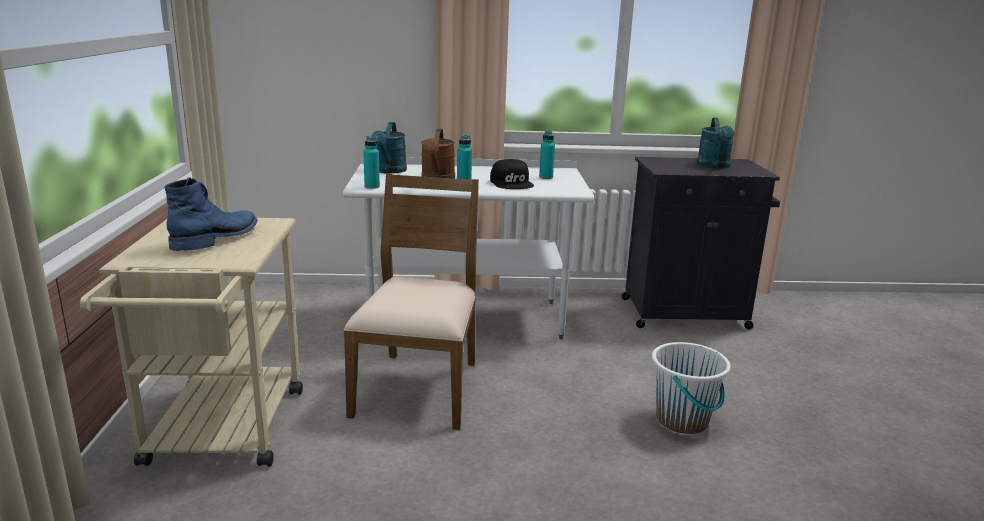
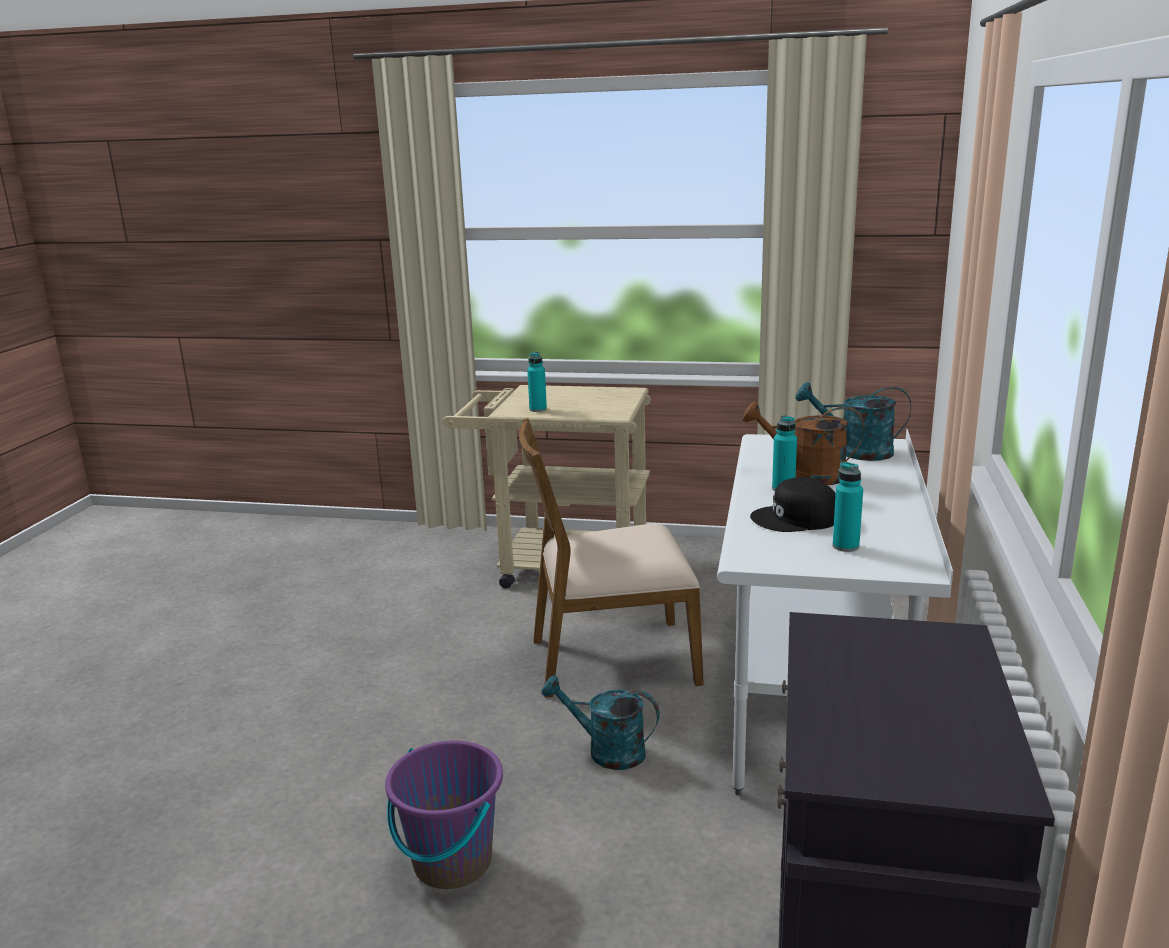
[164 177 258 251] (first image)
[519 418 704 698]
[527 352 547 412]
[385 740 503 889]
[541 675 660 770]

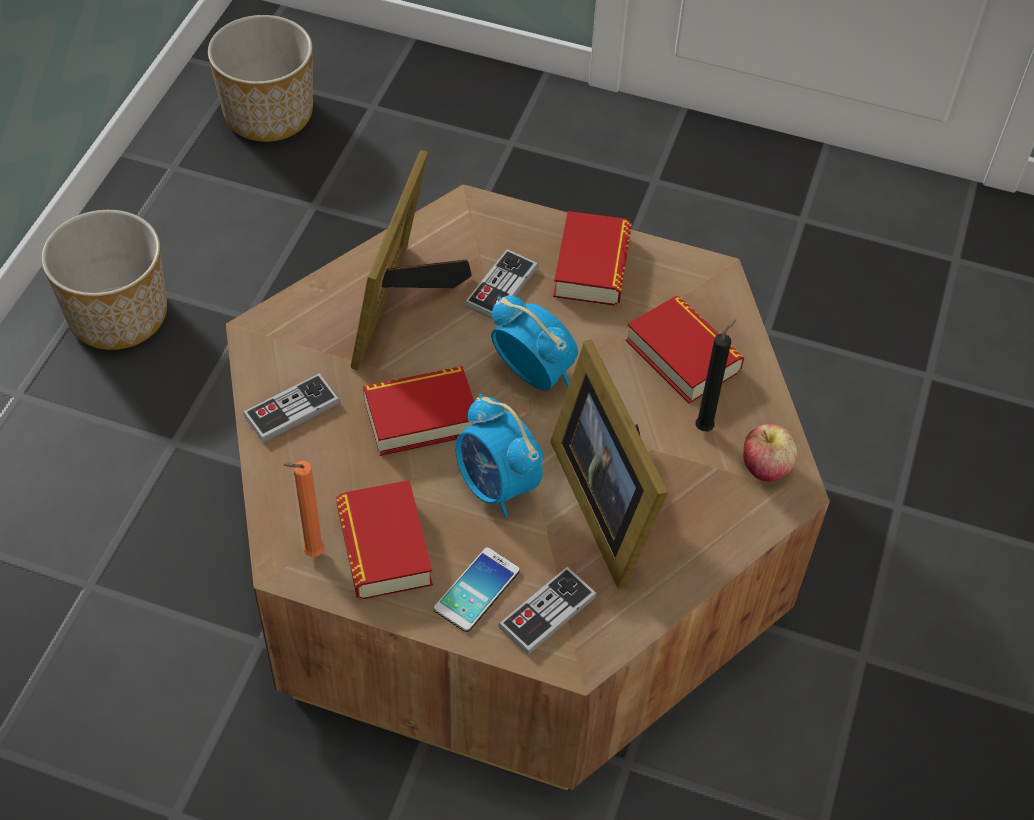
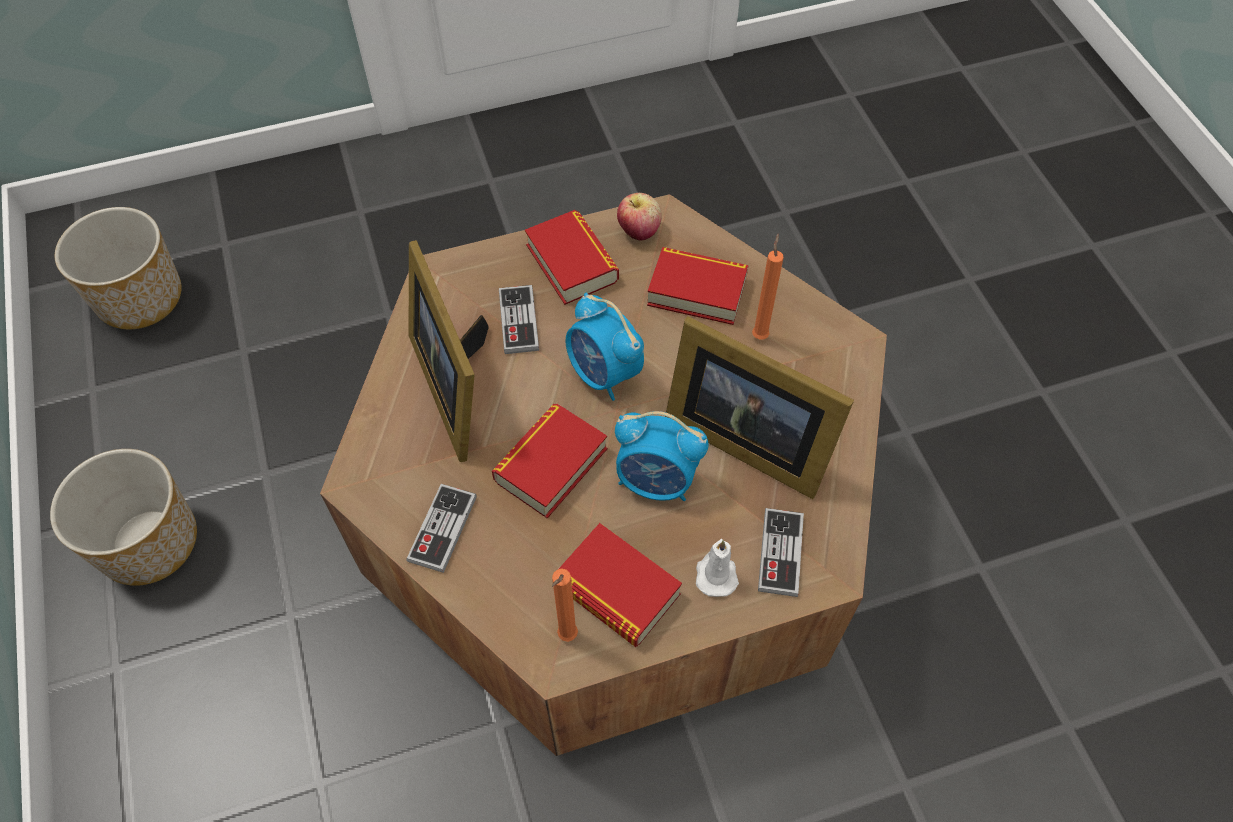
[696 539 739 597]
[565 293 644 401]
[752 234 784 340]
[617 193 662 241]

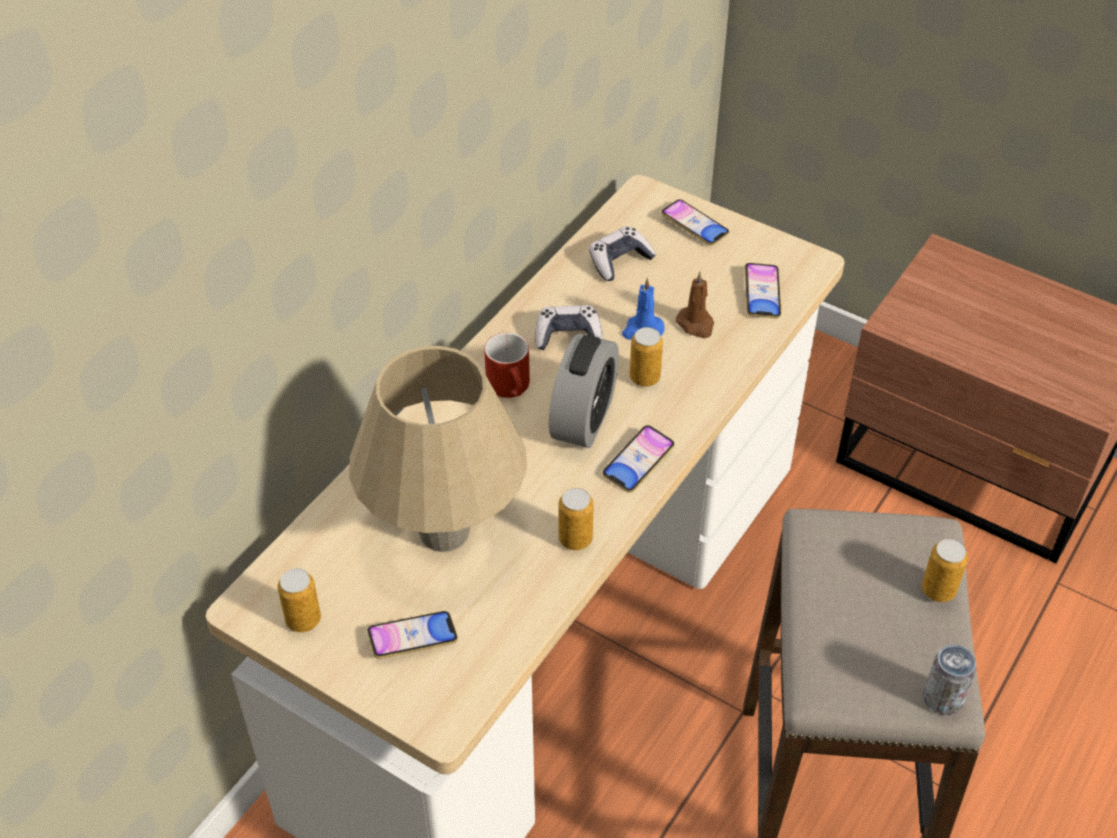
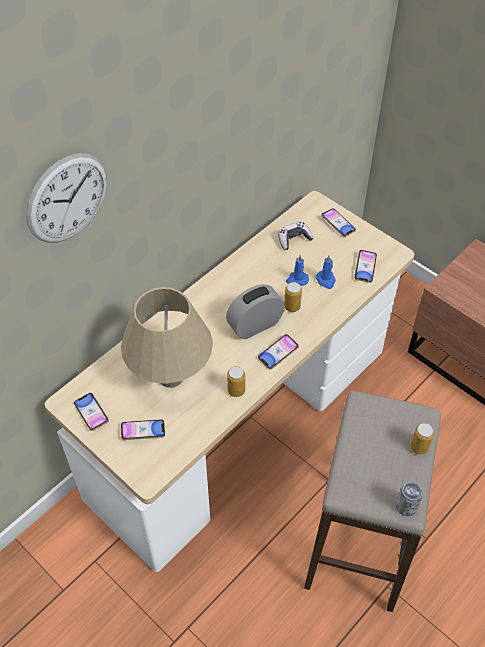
[74 393 109 431]
[484 332 530 398] (first image)
[535 305 603 350] (first image)
[226 284 285 339]
[315 255 336 289]
[26 153 107 243]

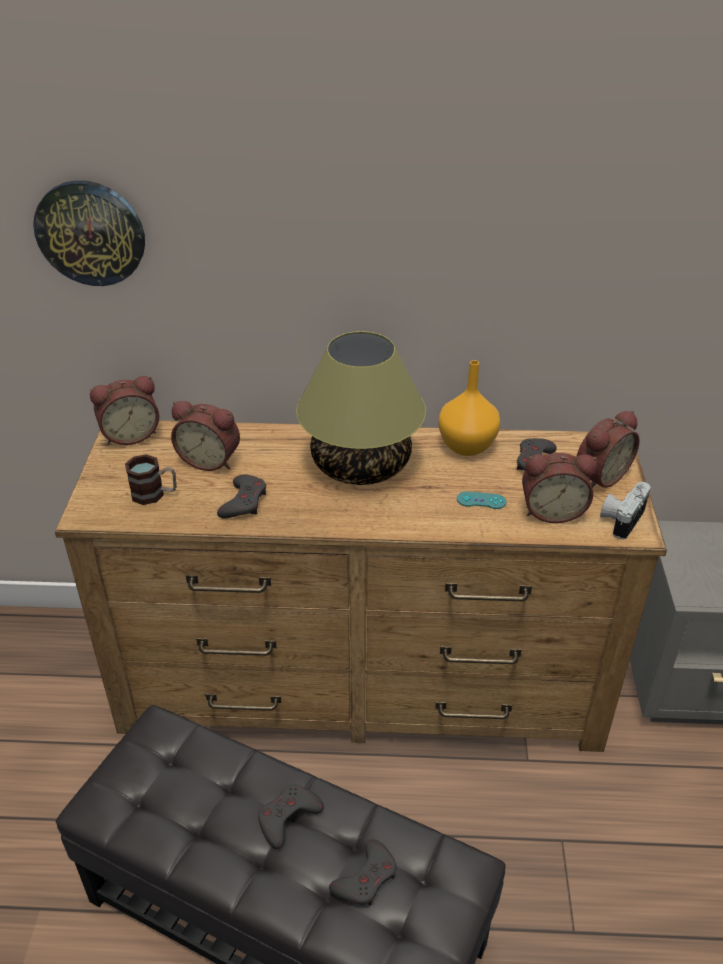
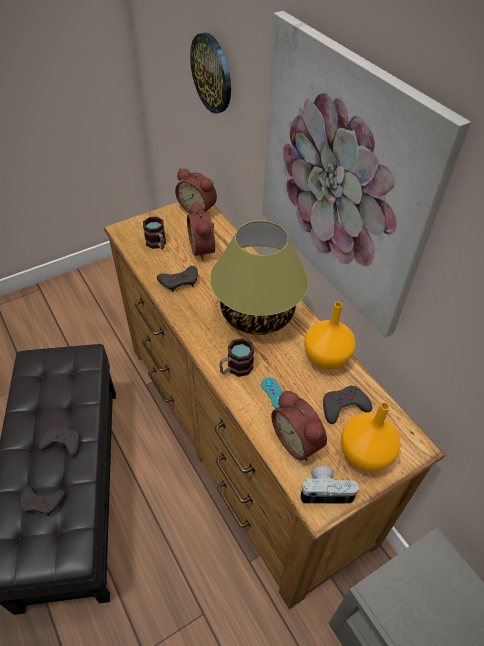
[341 402 401 472]
[219 338 254 377]
[262 11 471 338]

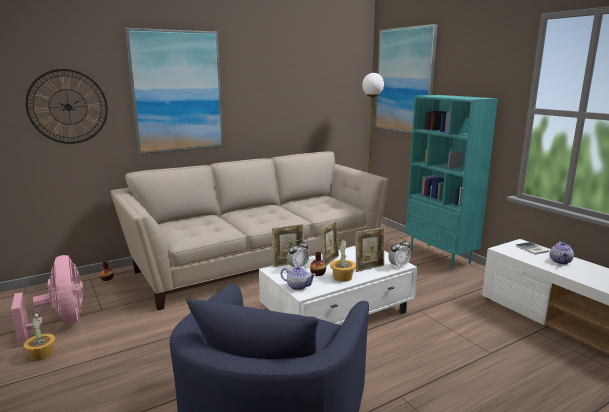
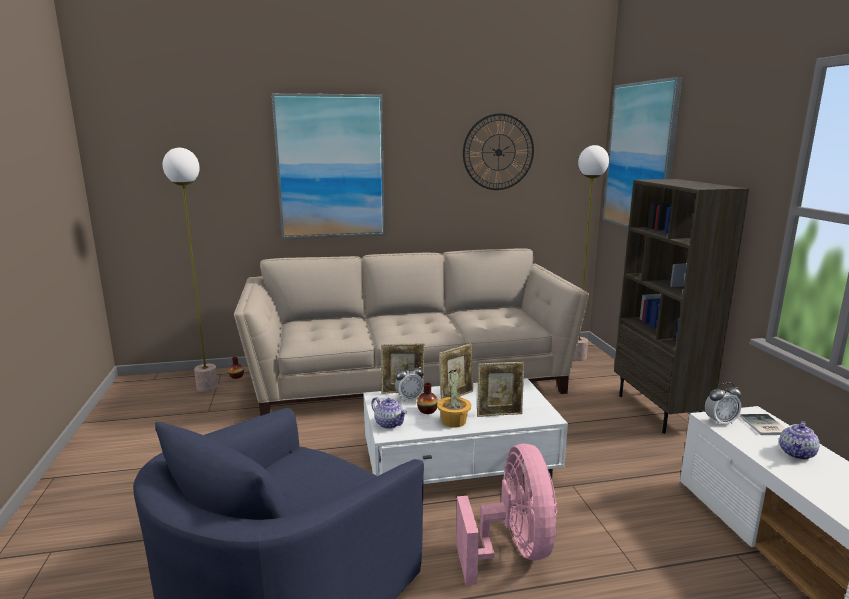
[456 444 557 585]
[23 312 56 361] (first image)
[463 113 534 190]
[705 382 742 426]
[614 179 749 434]
[163 148 218 392]

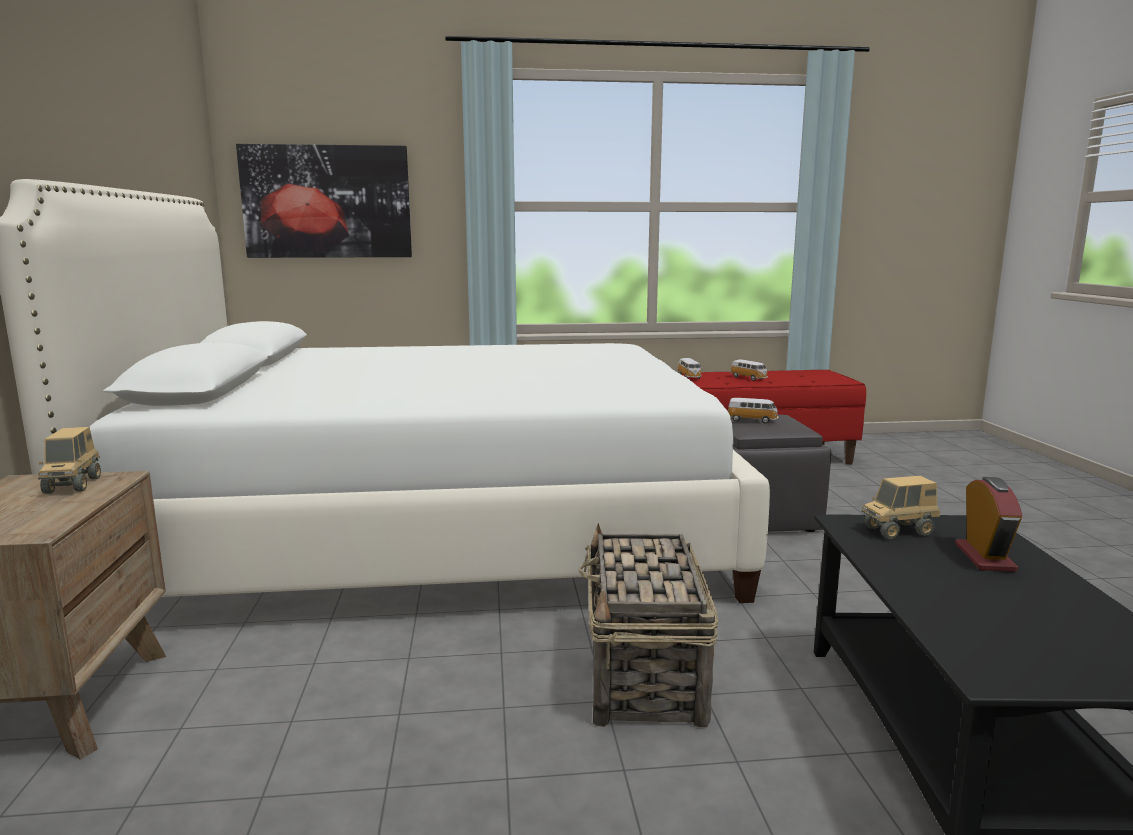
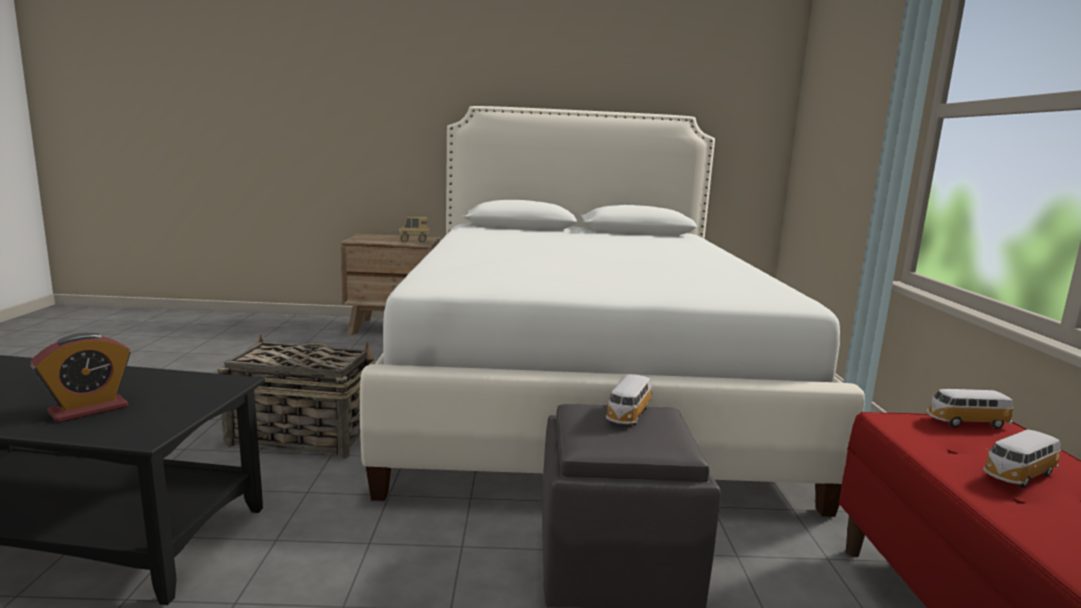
[236 144 412 258] (first image)
[861 476 940 539] (first image)
[30 333 131 423]

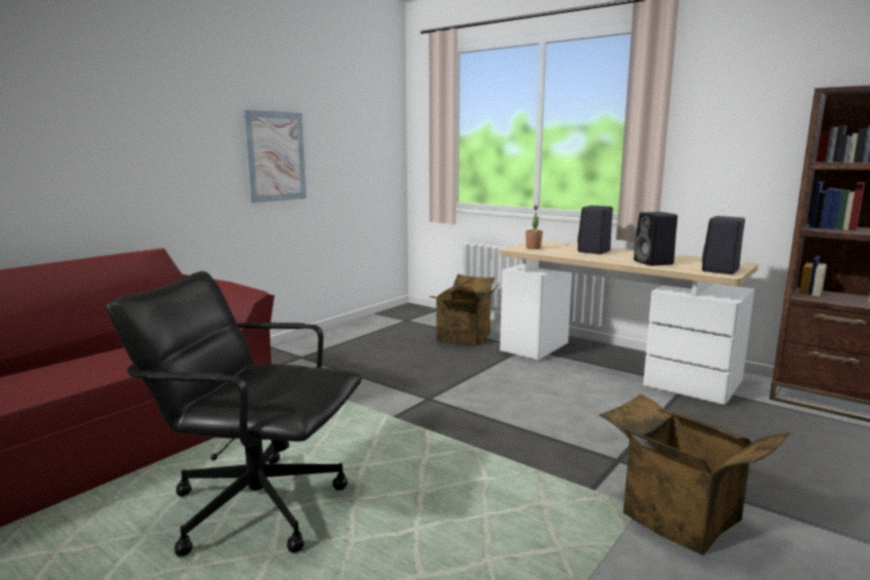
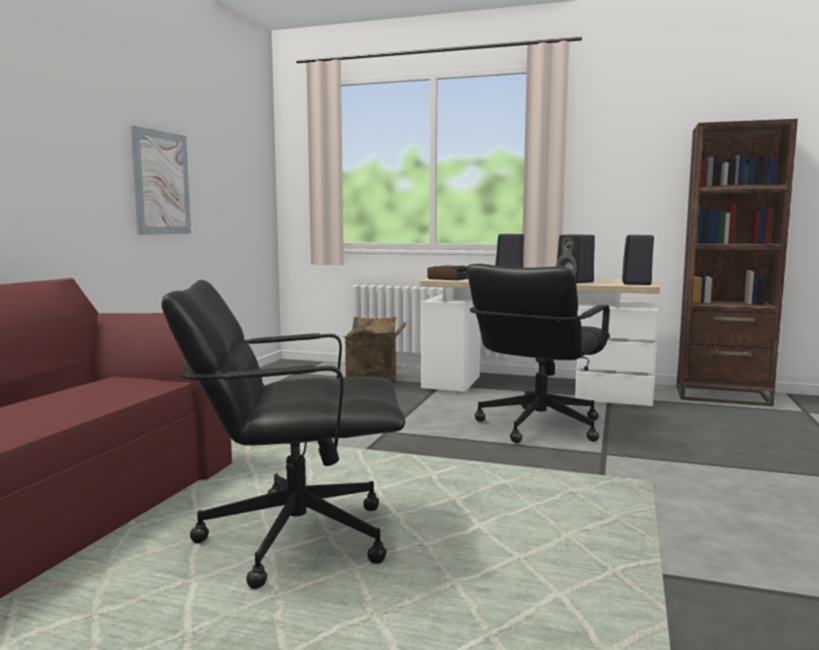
[428 265 468 280]
[599 394 790 555] (first image)
[467 264 610 443]

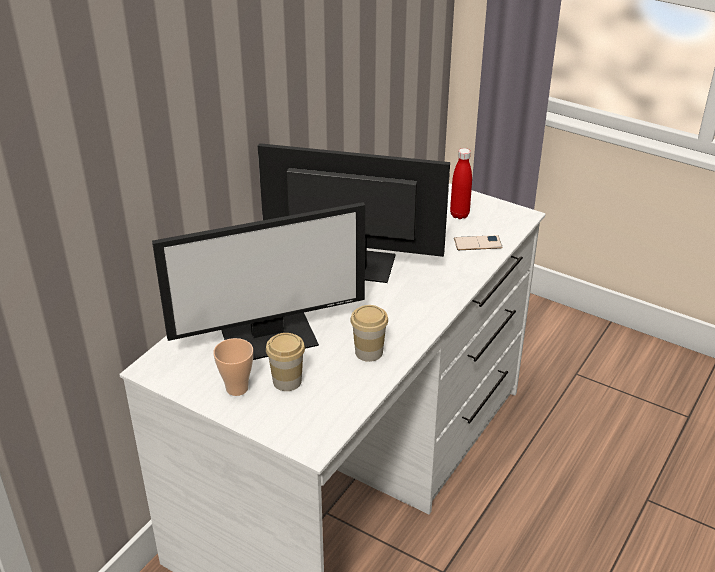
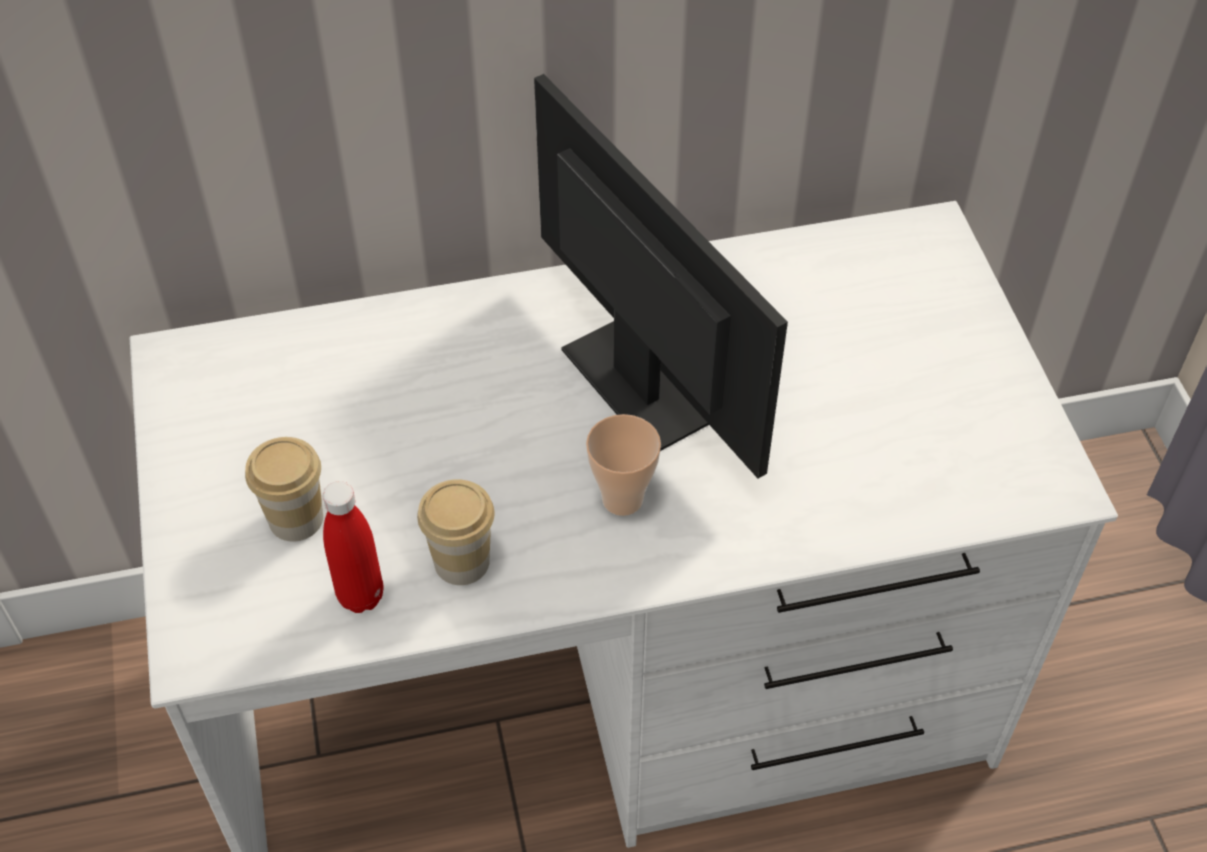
[152 202 365 360] (first image)
[586 414 661 516]
[323 481 384 613]
[454 235 503 250] (first image)

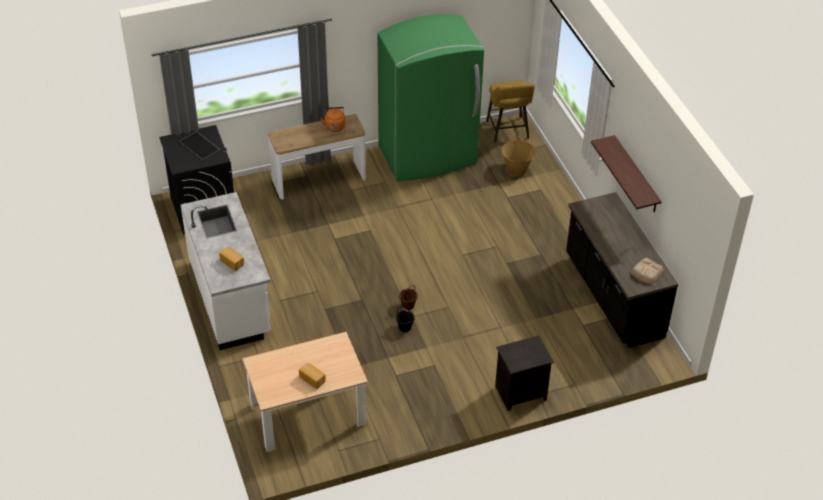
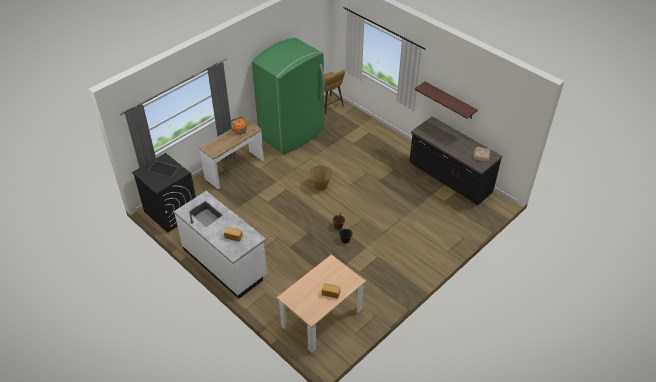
[495 336 554 411] (first image)
[308 166 332 191]

